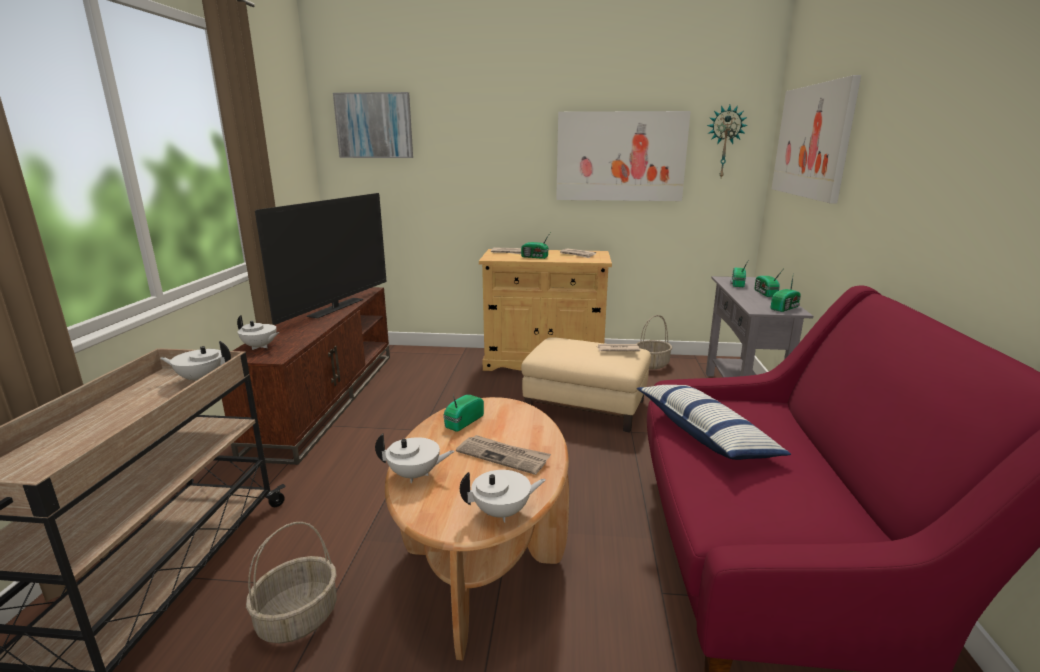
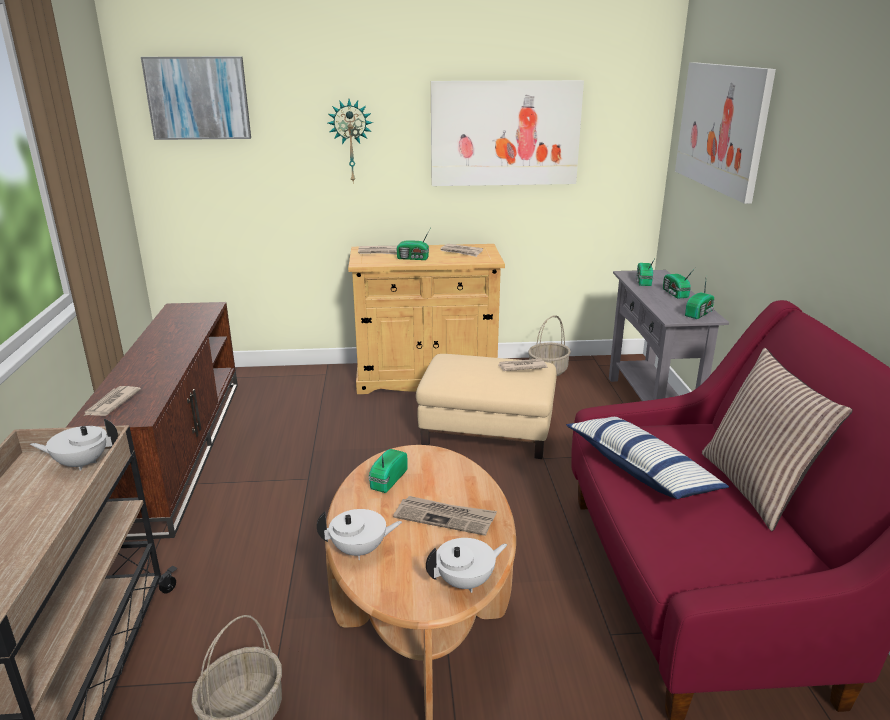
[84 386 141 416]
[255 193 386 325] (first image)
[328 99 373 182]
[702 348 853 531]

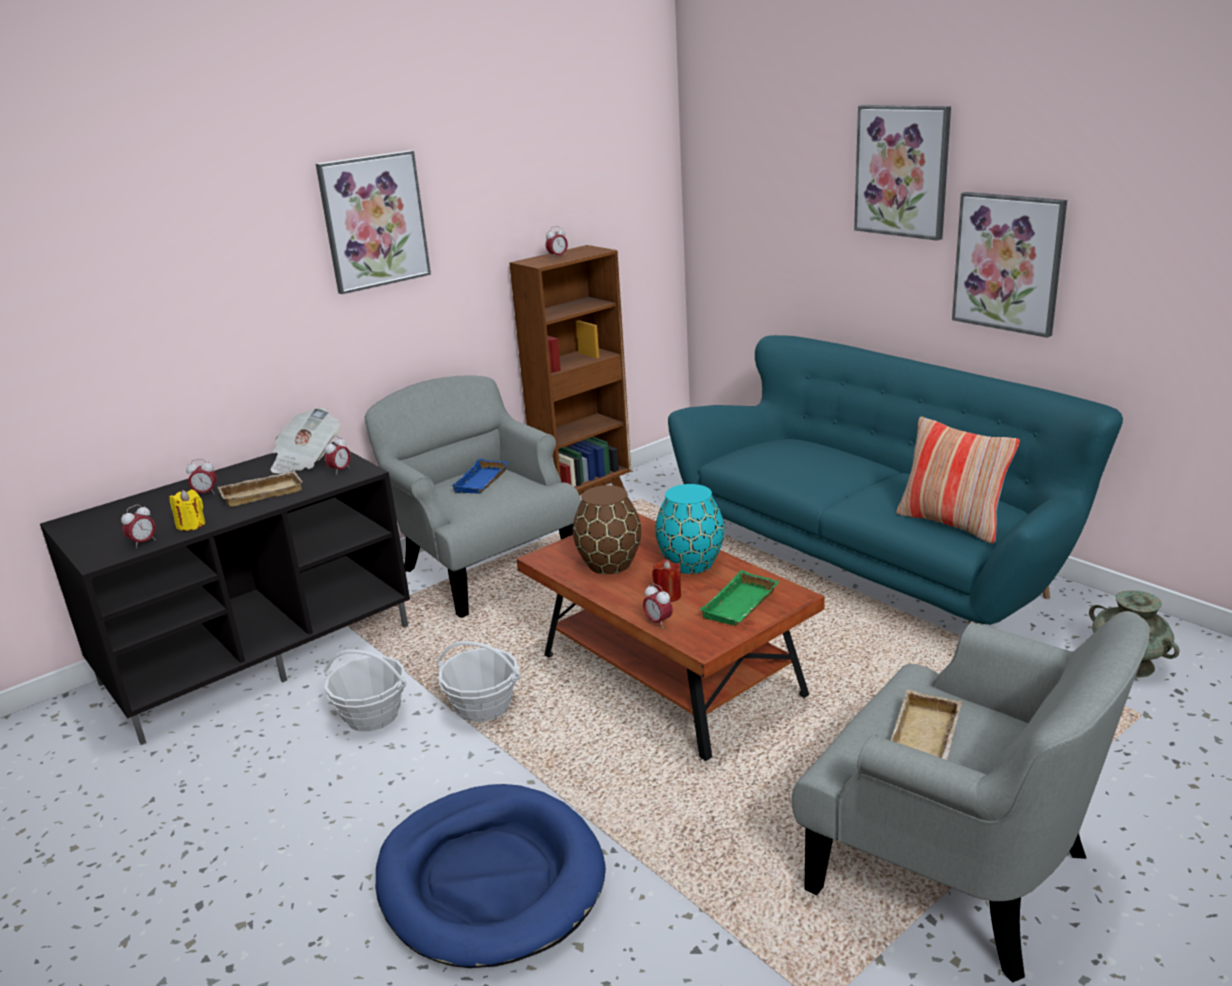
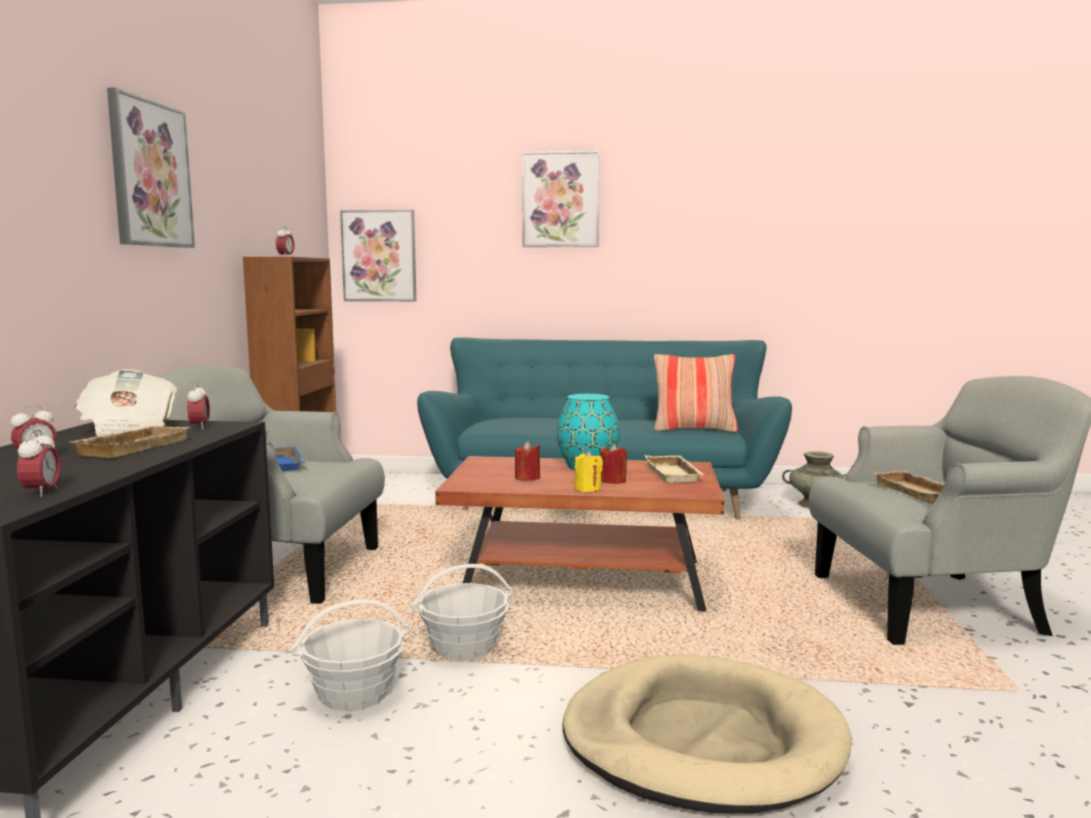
[574 451 603 492]
[563 654 852 814]
[515 441 540 481]
[643 583 673 628] (first image)
[644 455 704 484]
[340 210 416 301]

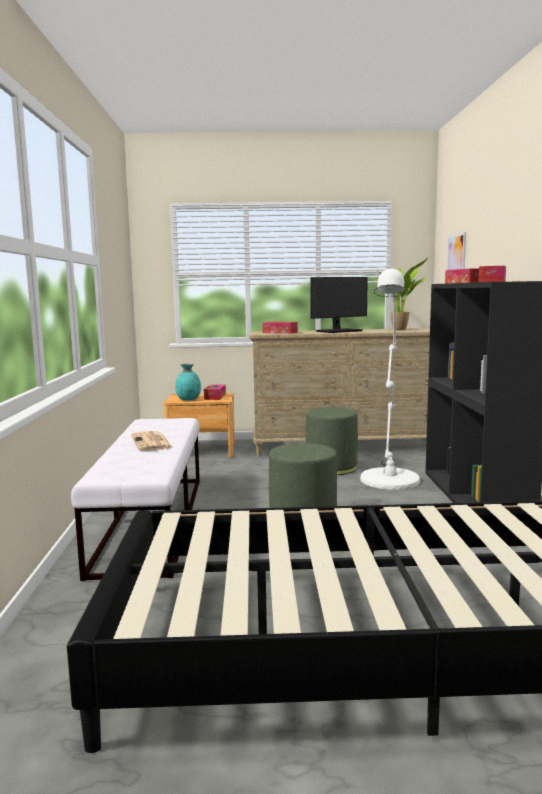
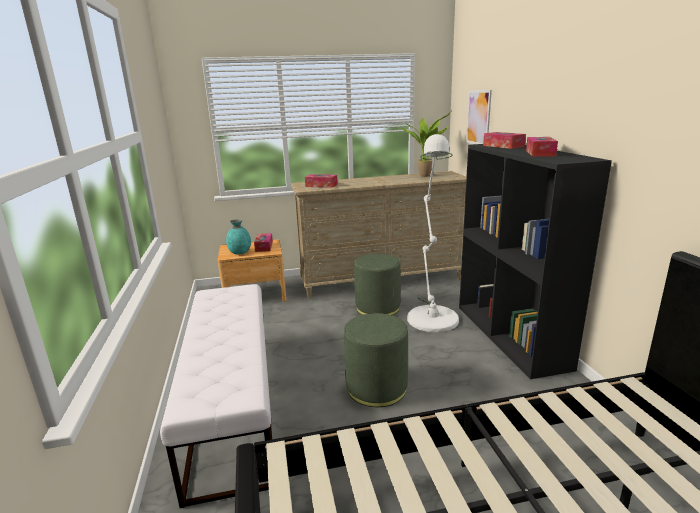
[131 431 173 451] (first image)
[310 277 368 333] (first image)

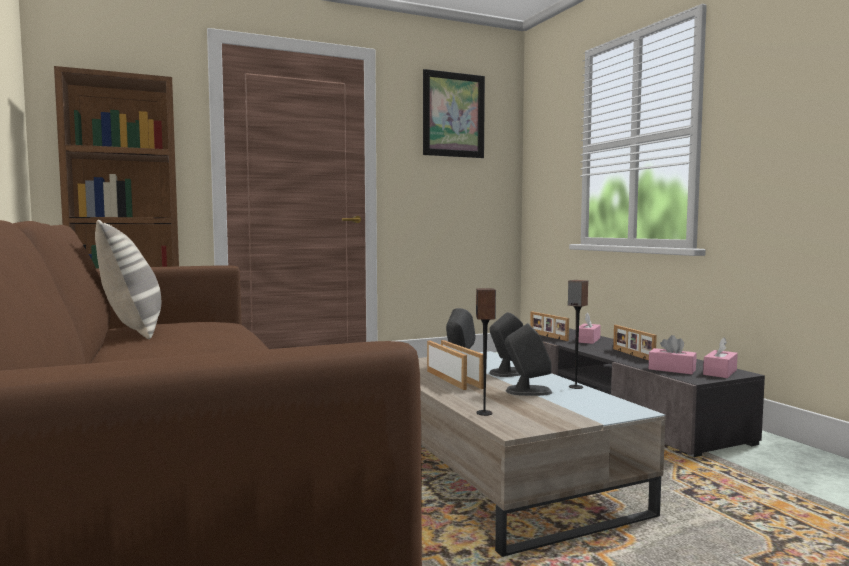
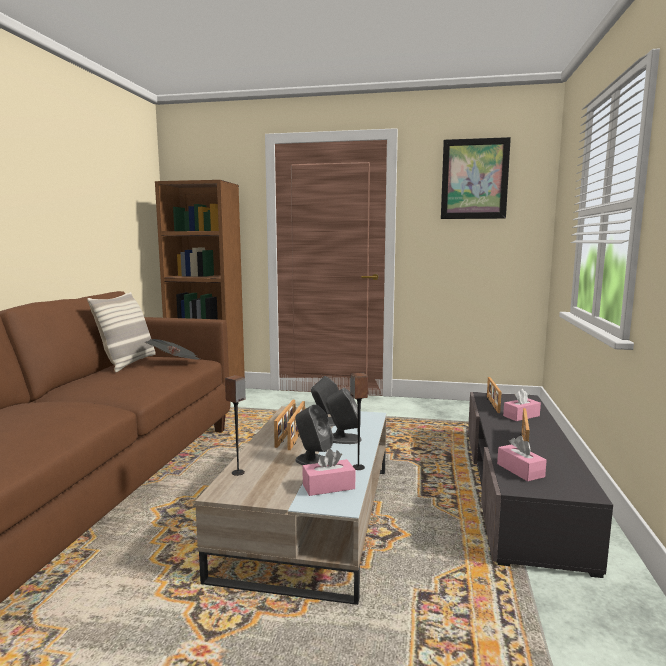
[303 449 355 496]
[145 339 200 359]

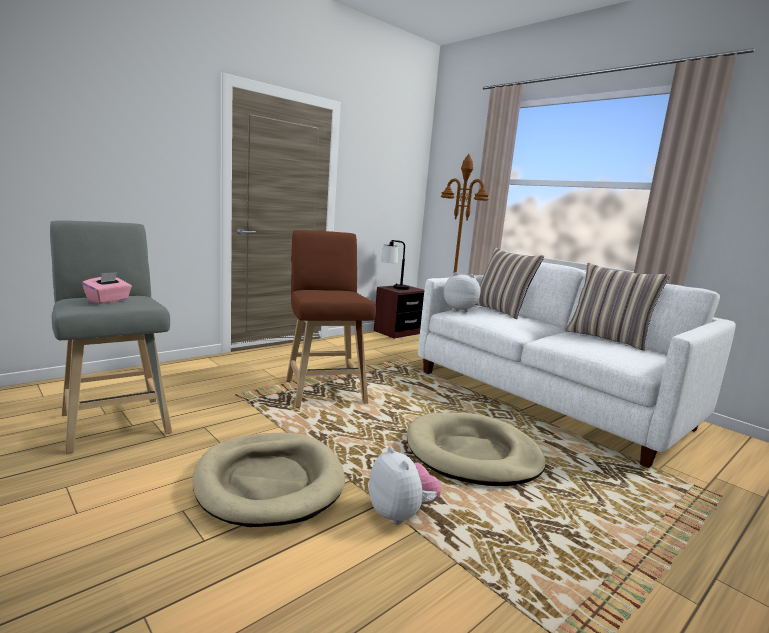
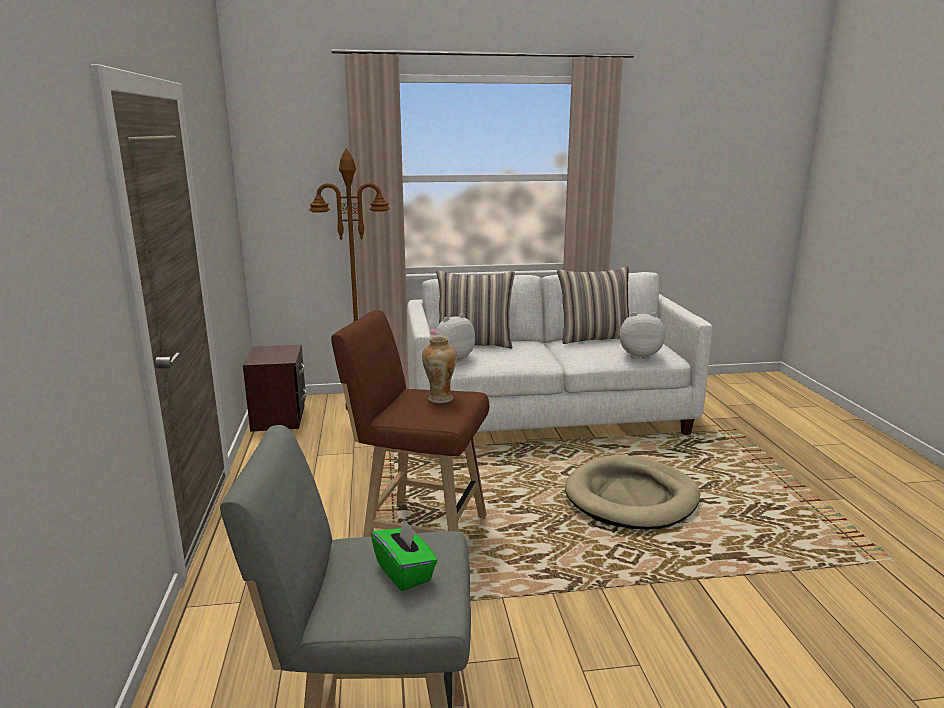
[371 518 438 591]
[192 433 345 527] (first image)
[619 312 665 359]
[381 240 410 290] (first image)
[422 335 457 403]

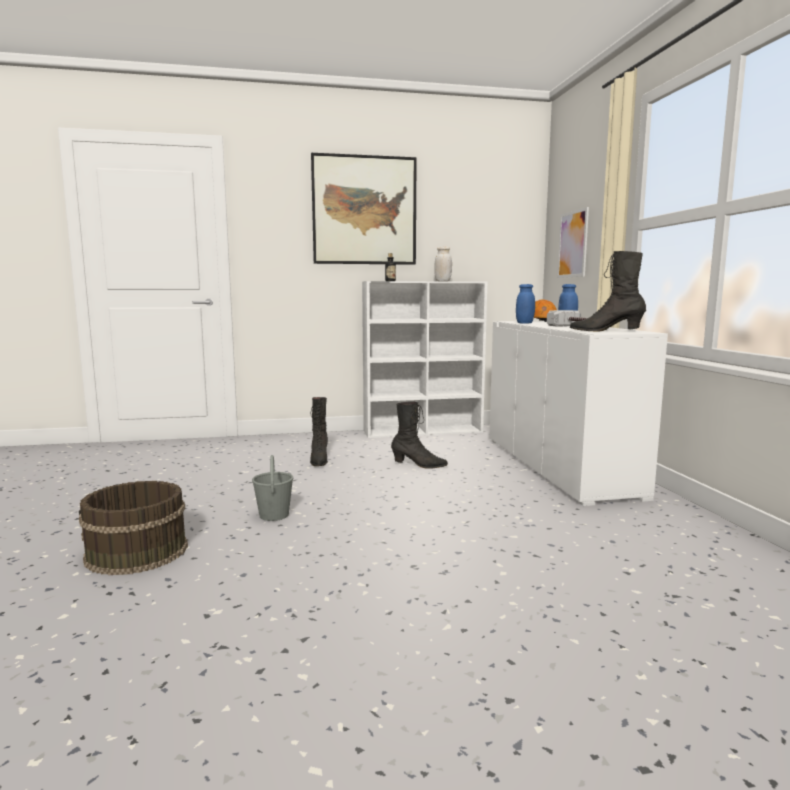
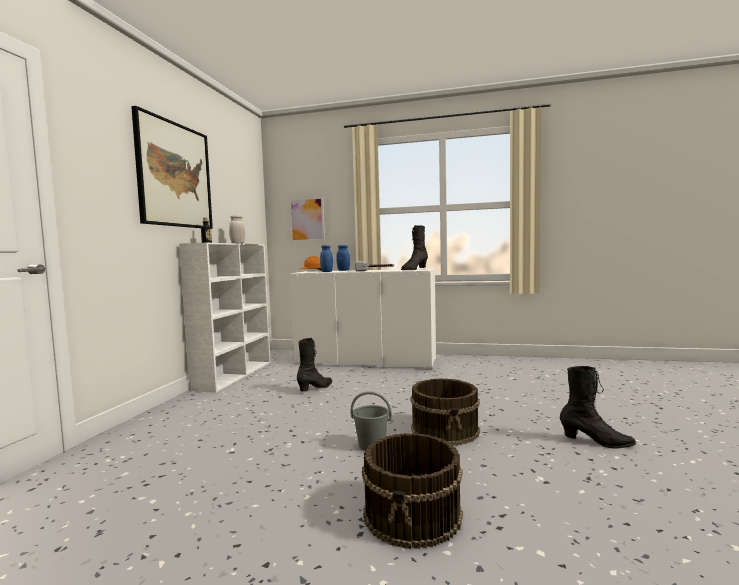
[560 366 636 449]
[410 378 480 445]

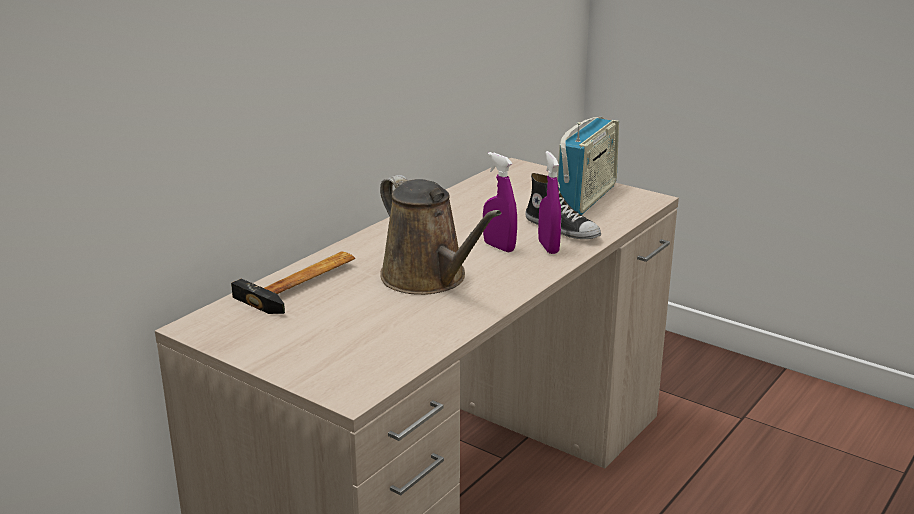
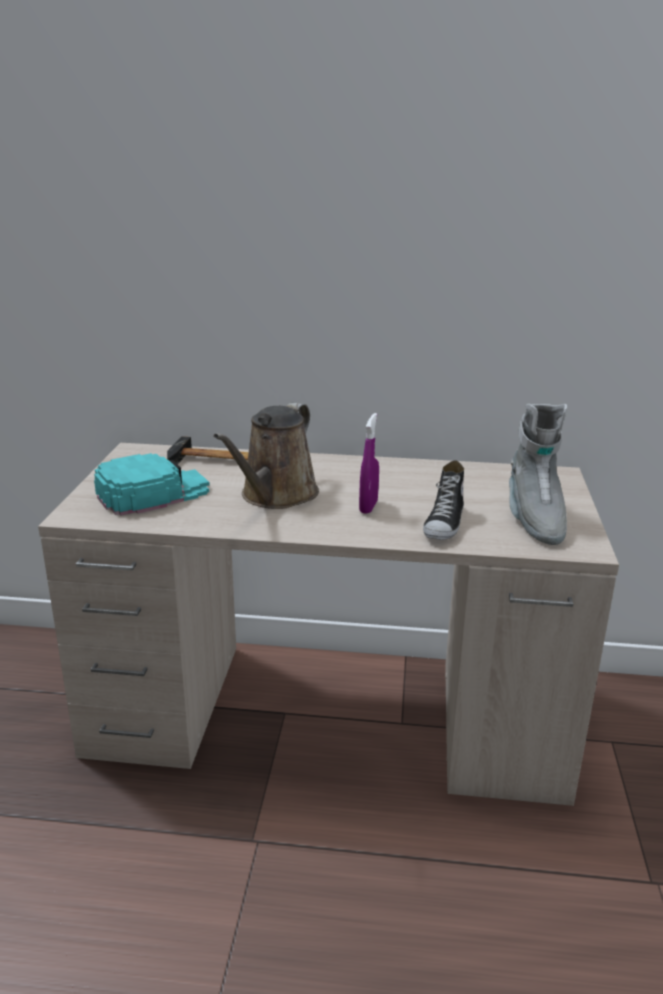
[538 151 561 254] (first image)
[509 404 567 545]
[94 453 210 516]

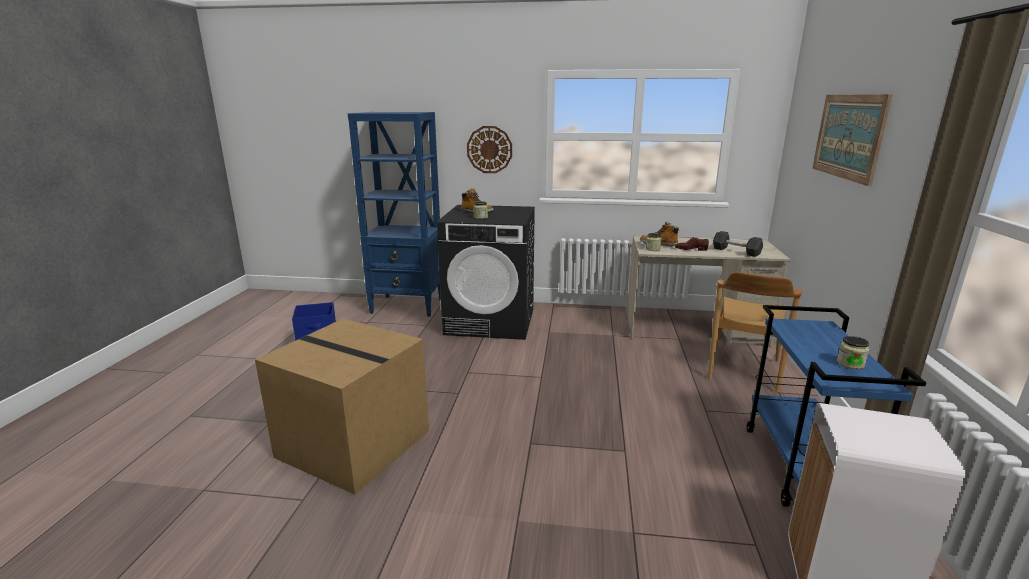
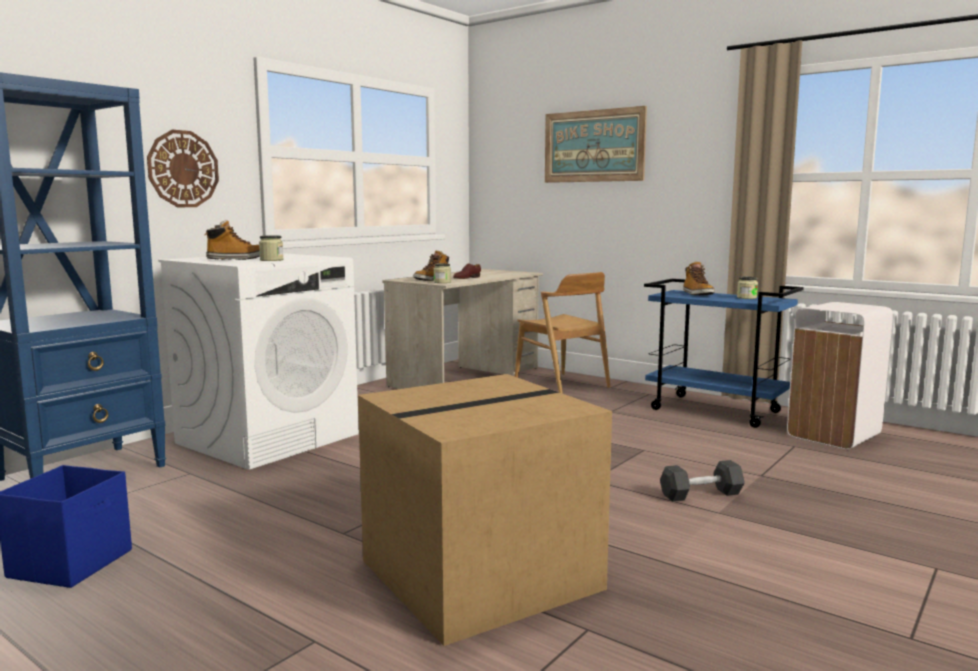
[158 253 359 470]
[660 460 744 502]
[683 261 715 295]

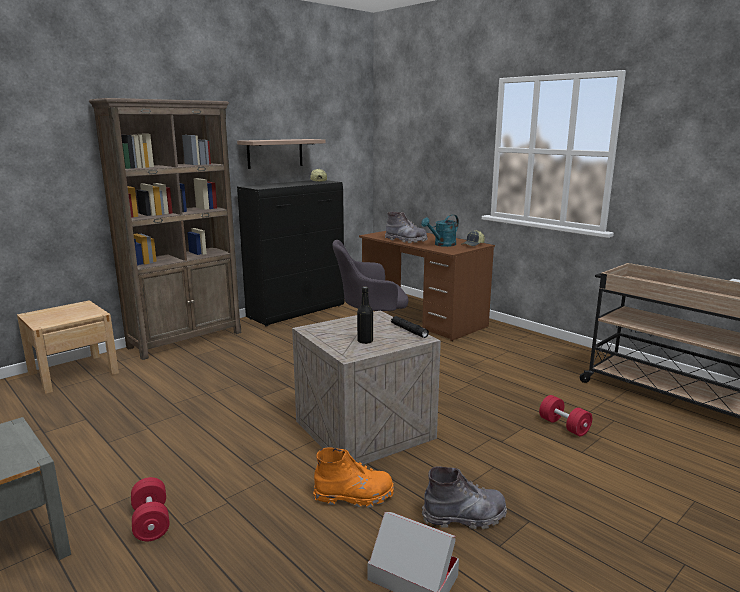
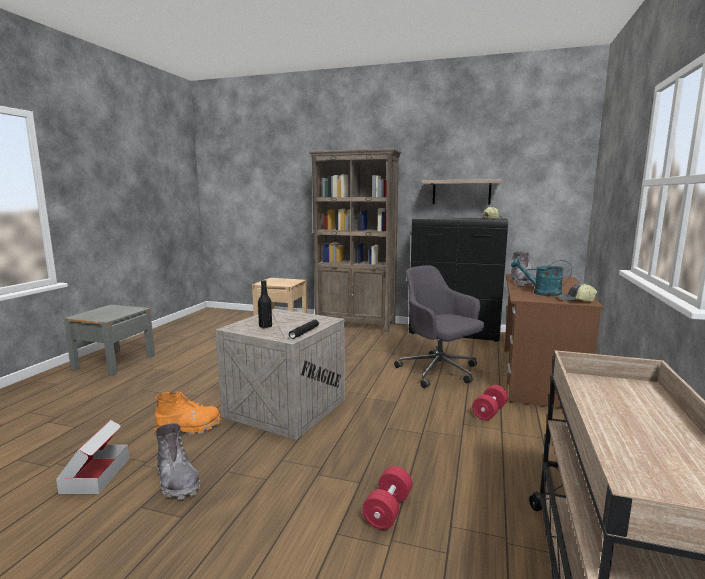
[472 385 508 420]
[155 392 221 434]

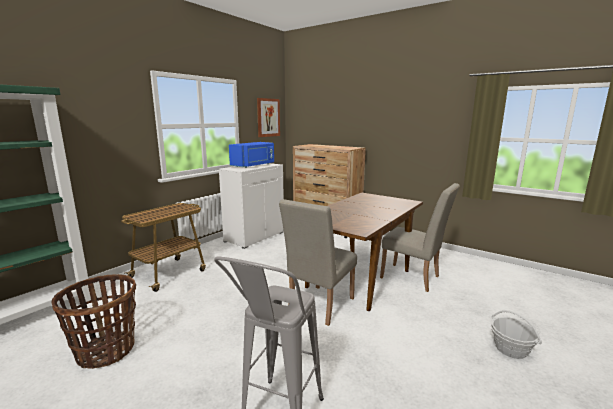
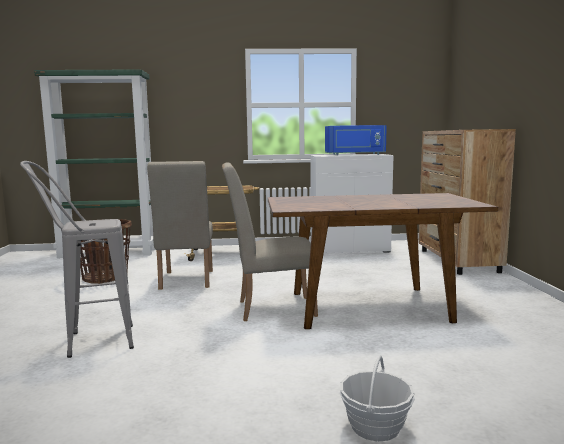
[257 98 280 137] (first image)
[147 161 213 290]

